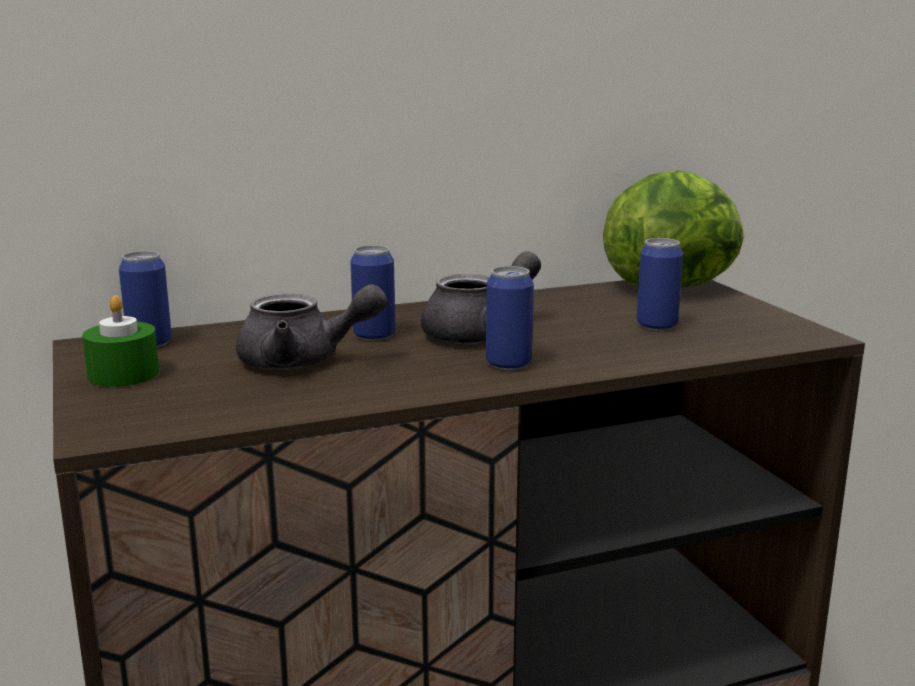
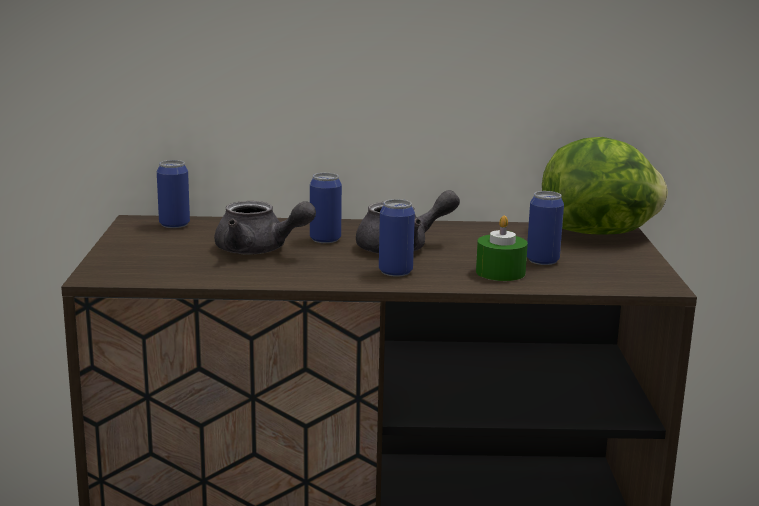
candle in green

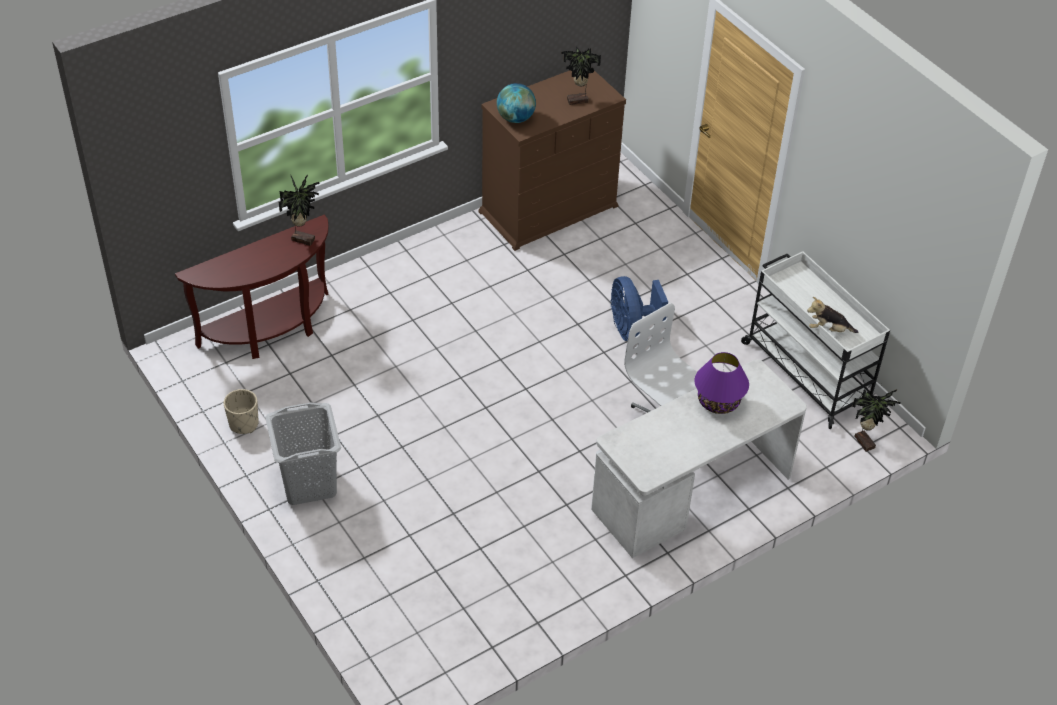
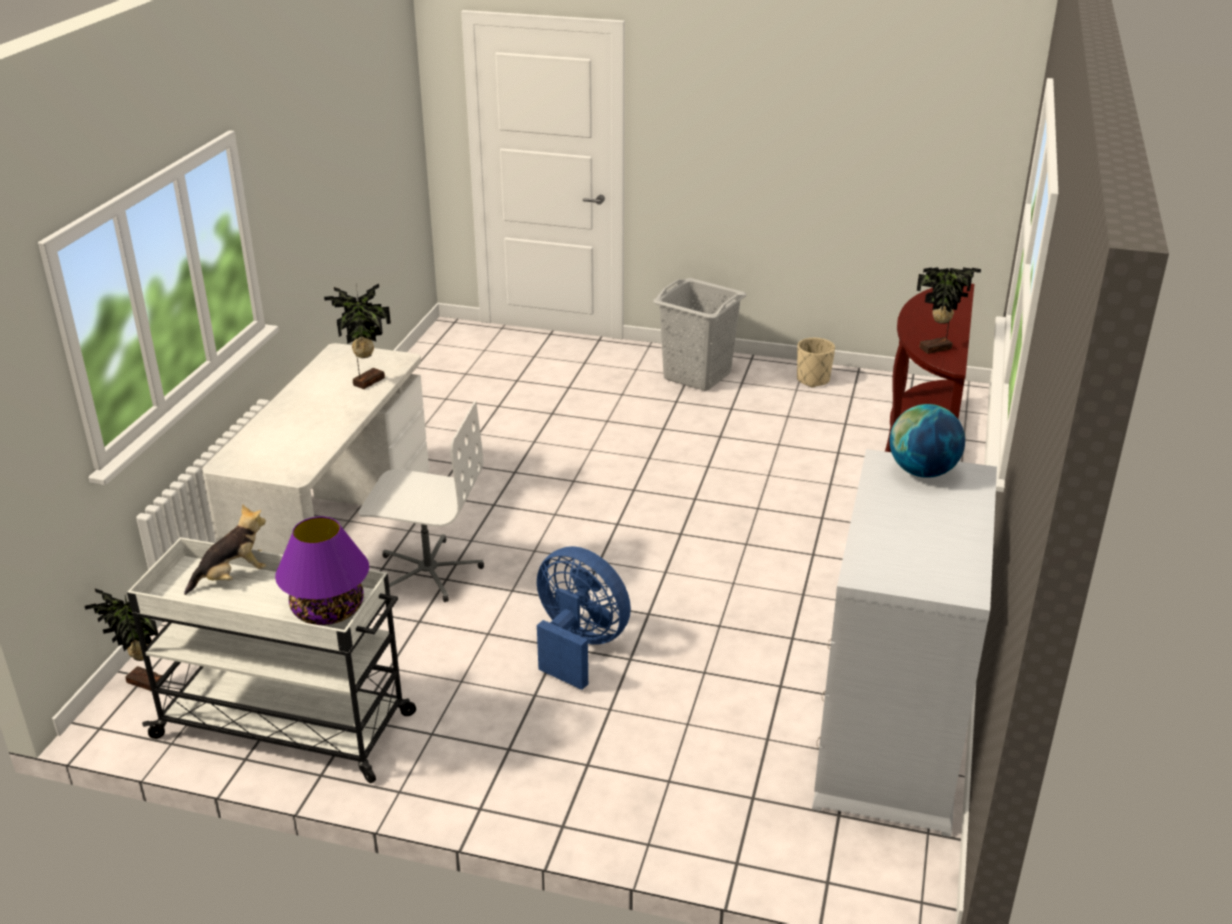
dresser in white; potted plant (2nd from left); table lamp in purple

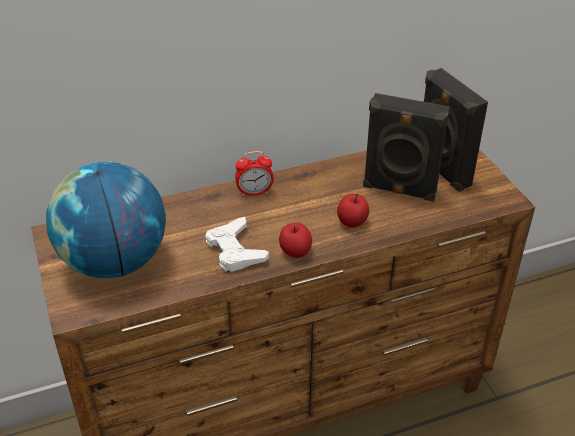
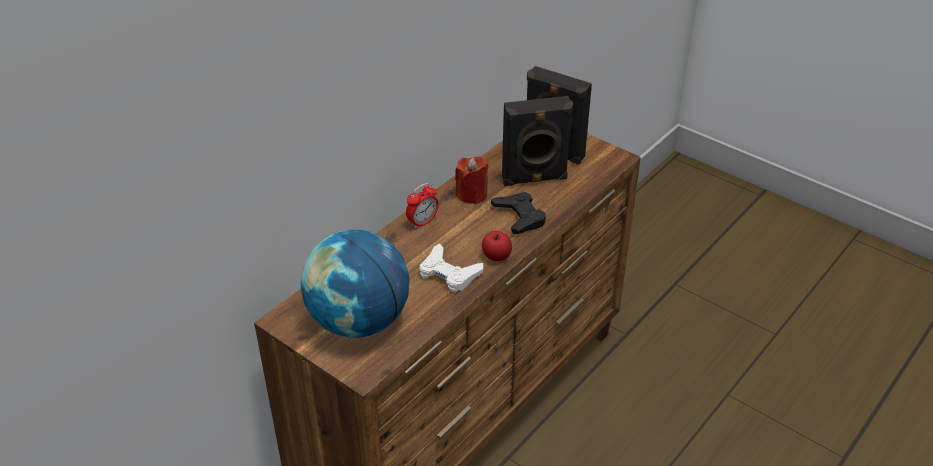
game controller in black; candle in red

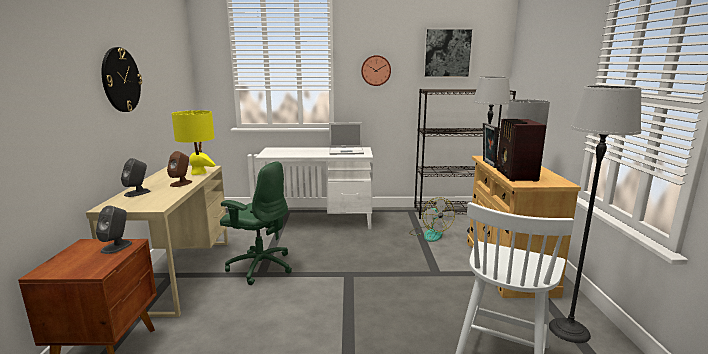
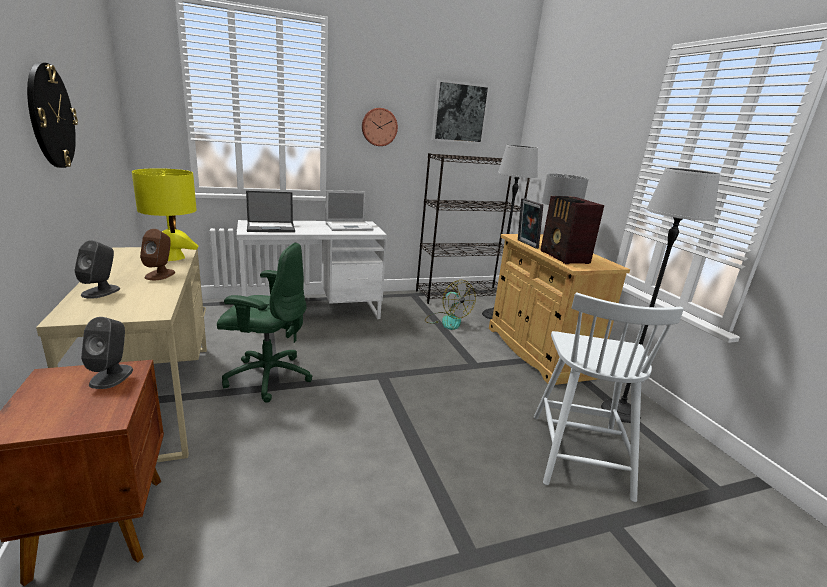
laptop (1st from left)

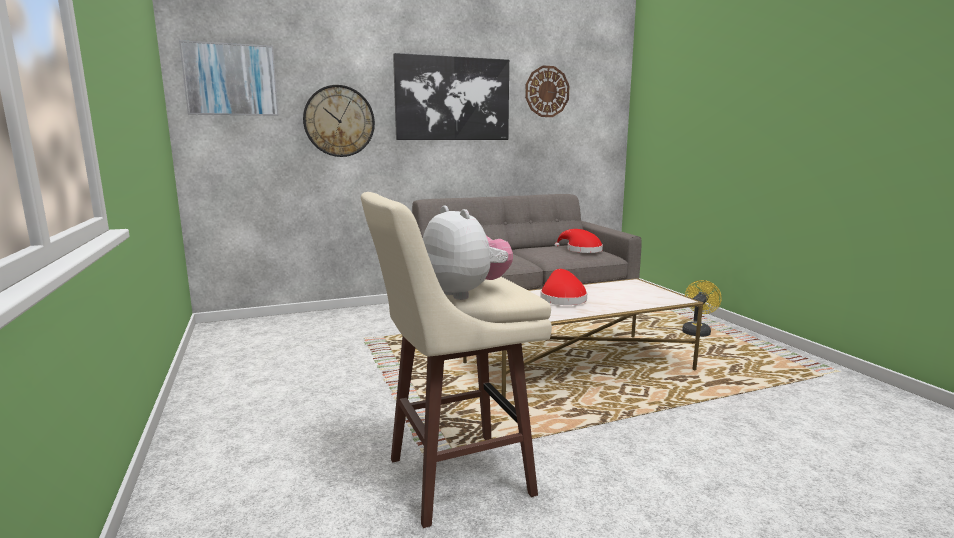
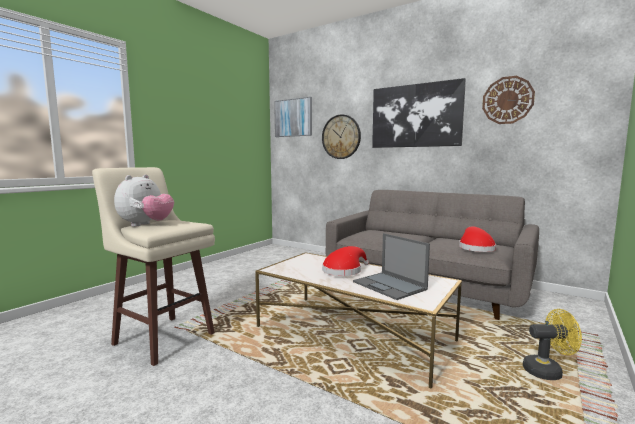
laptop

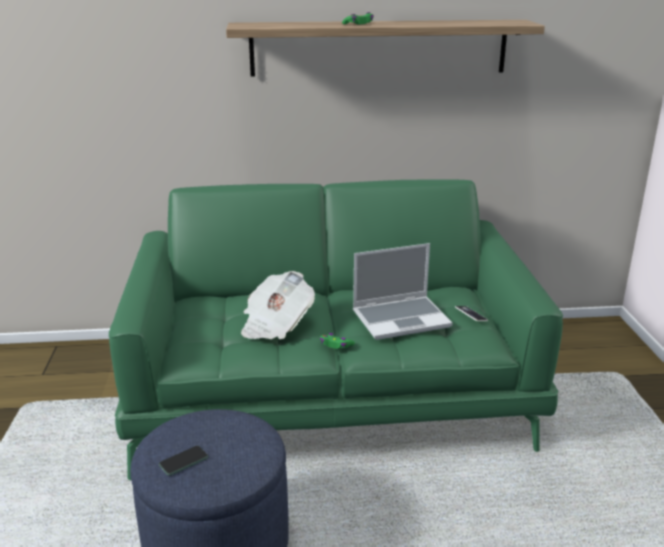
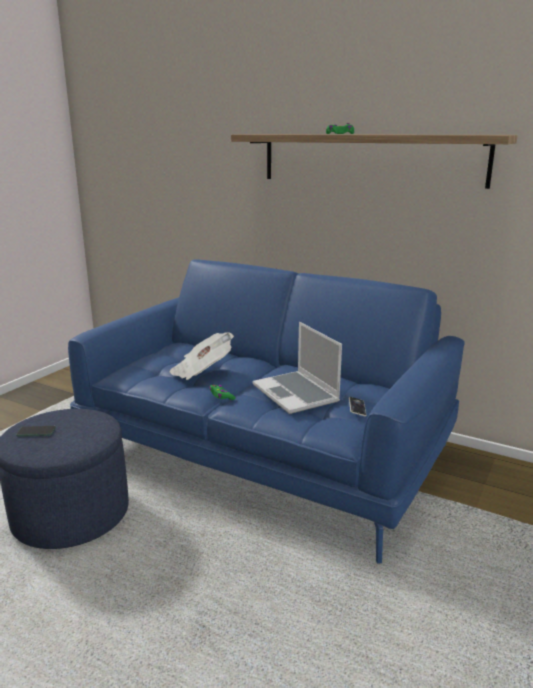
sofa in blue; laptop

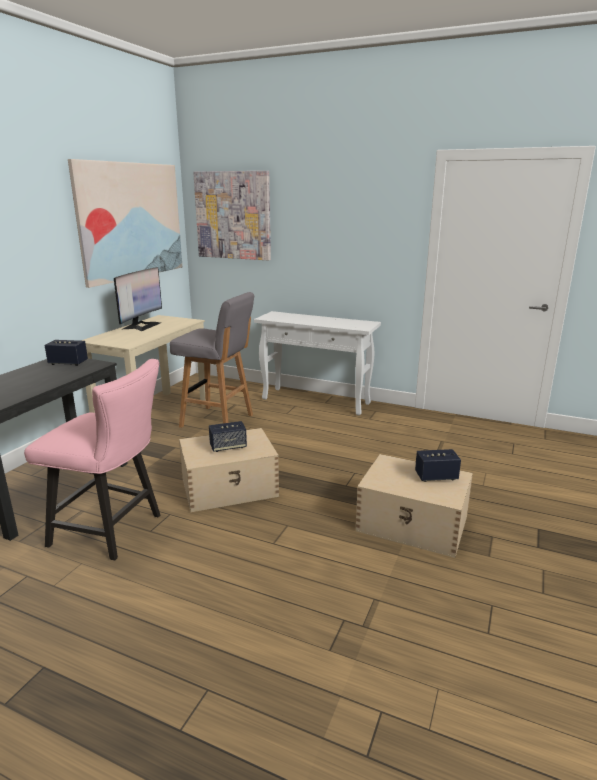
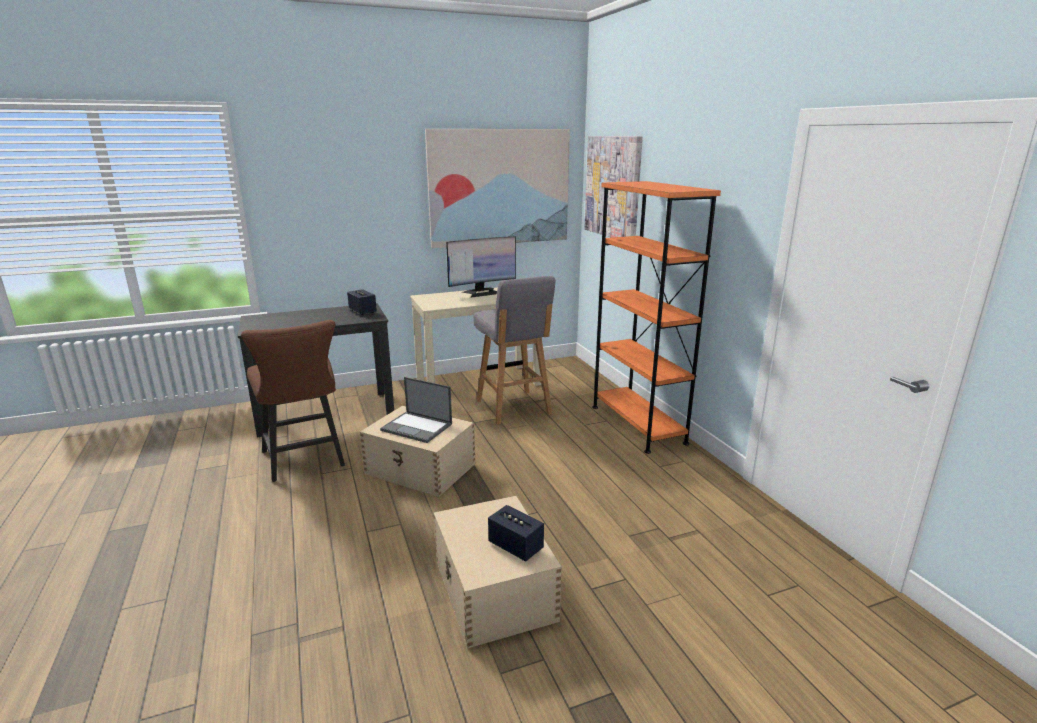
chair in brown; laptop; bookcase in orange

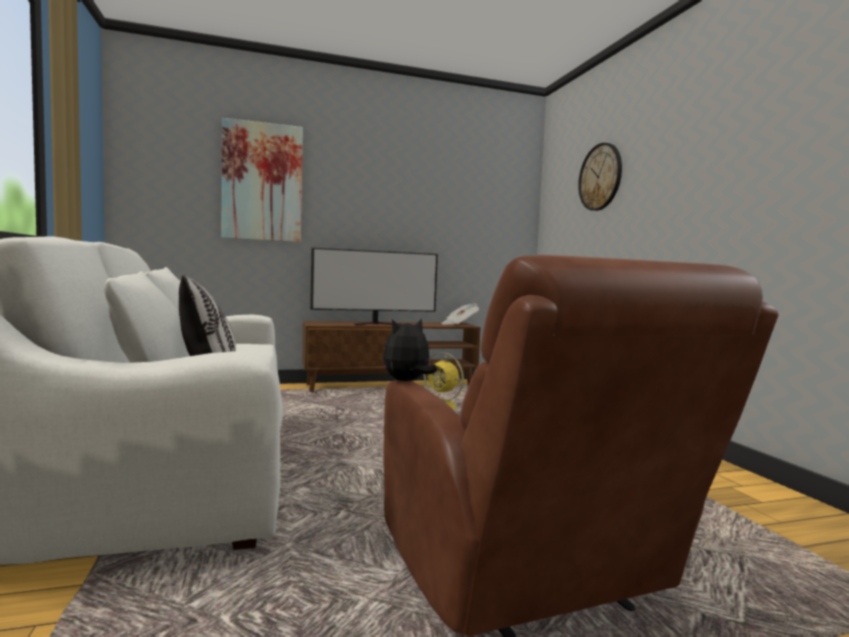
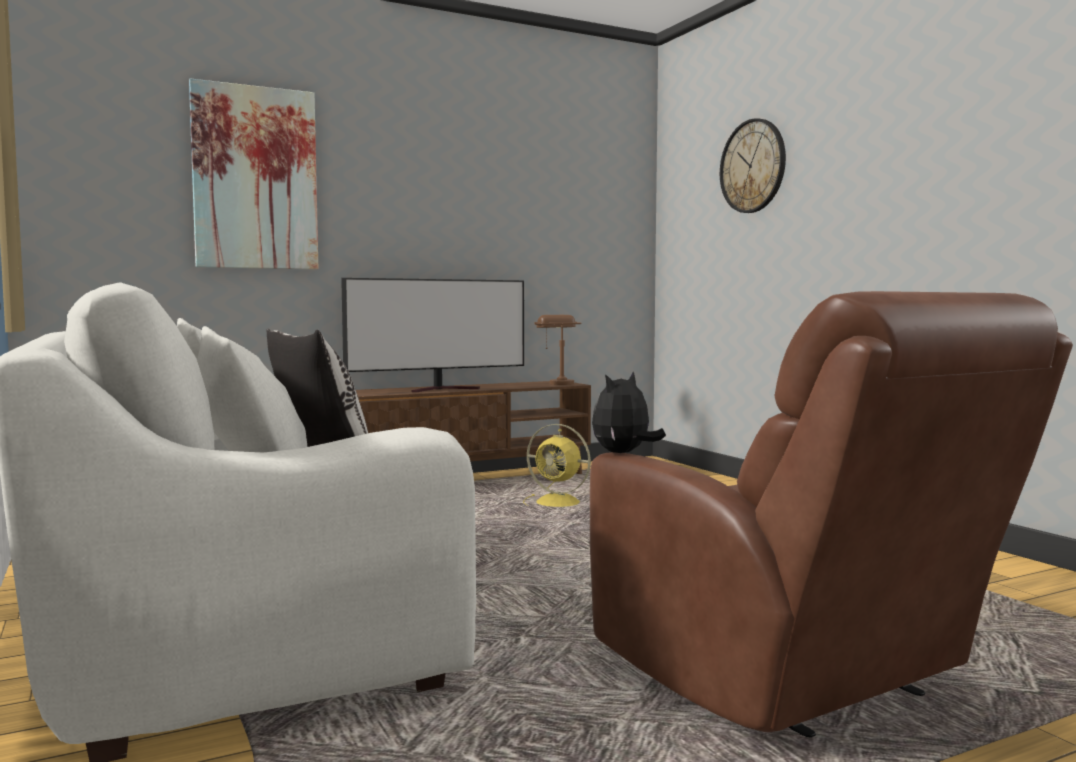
table lamp in brown

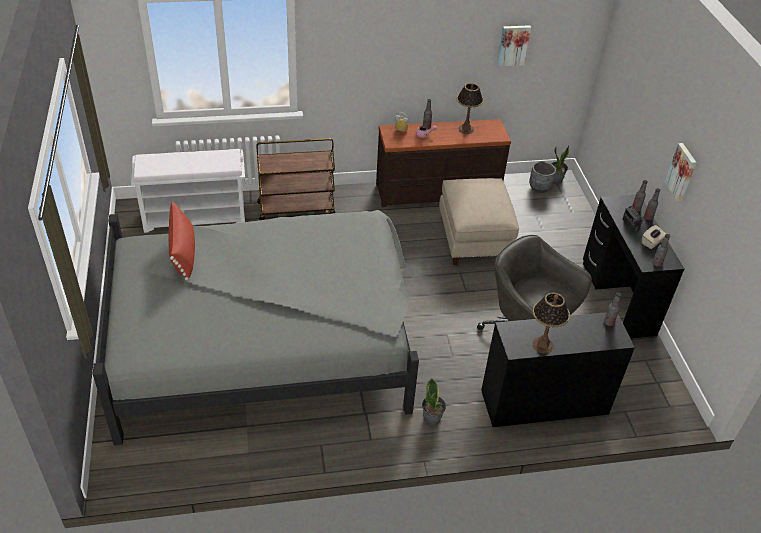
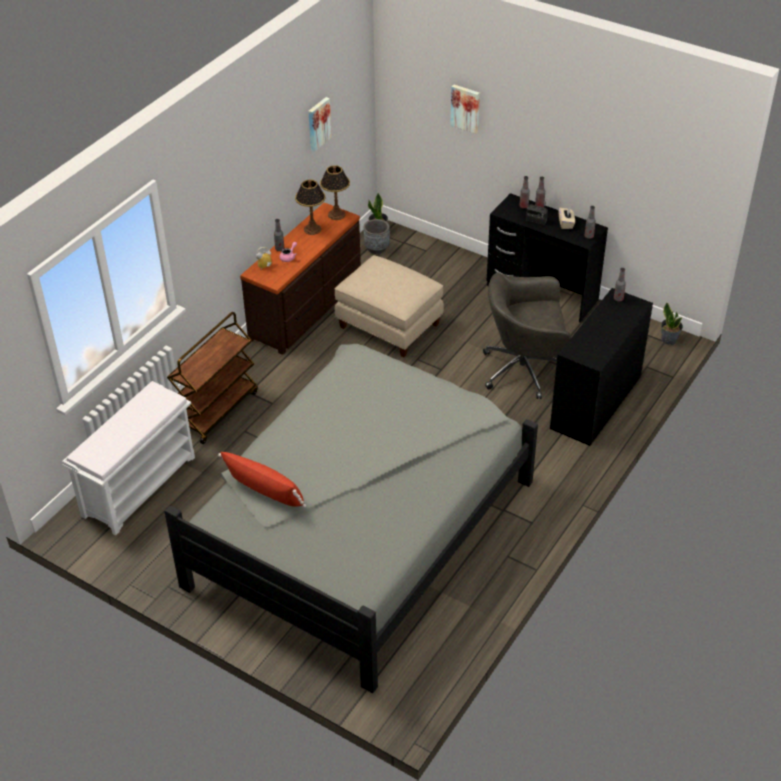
potted plant (2nd from left); table lamp (2nd from left); picture (2nd from left)

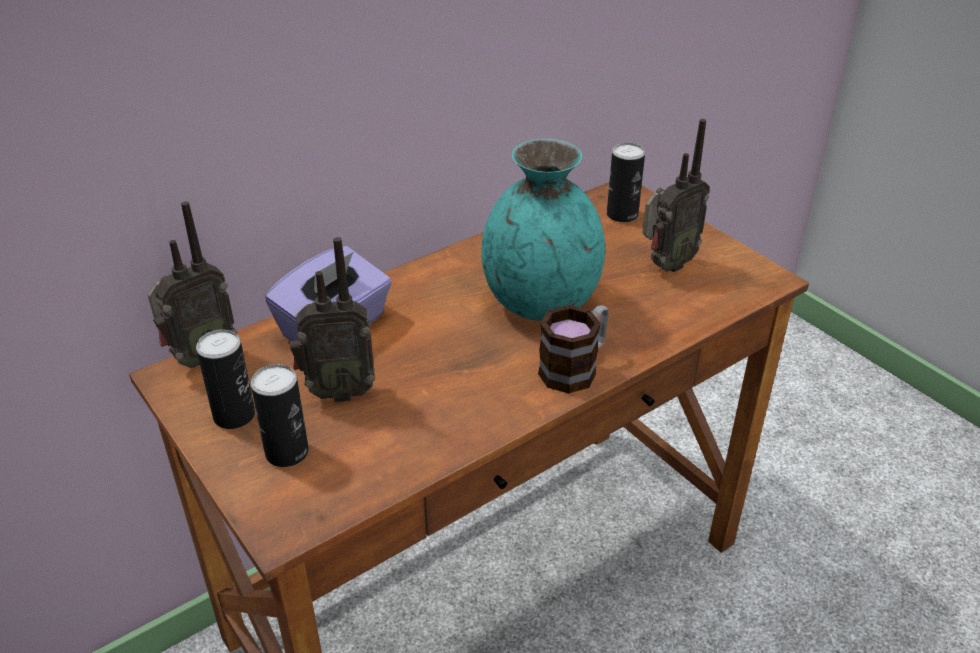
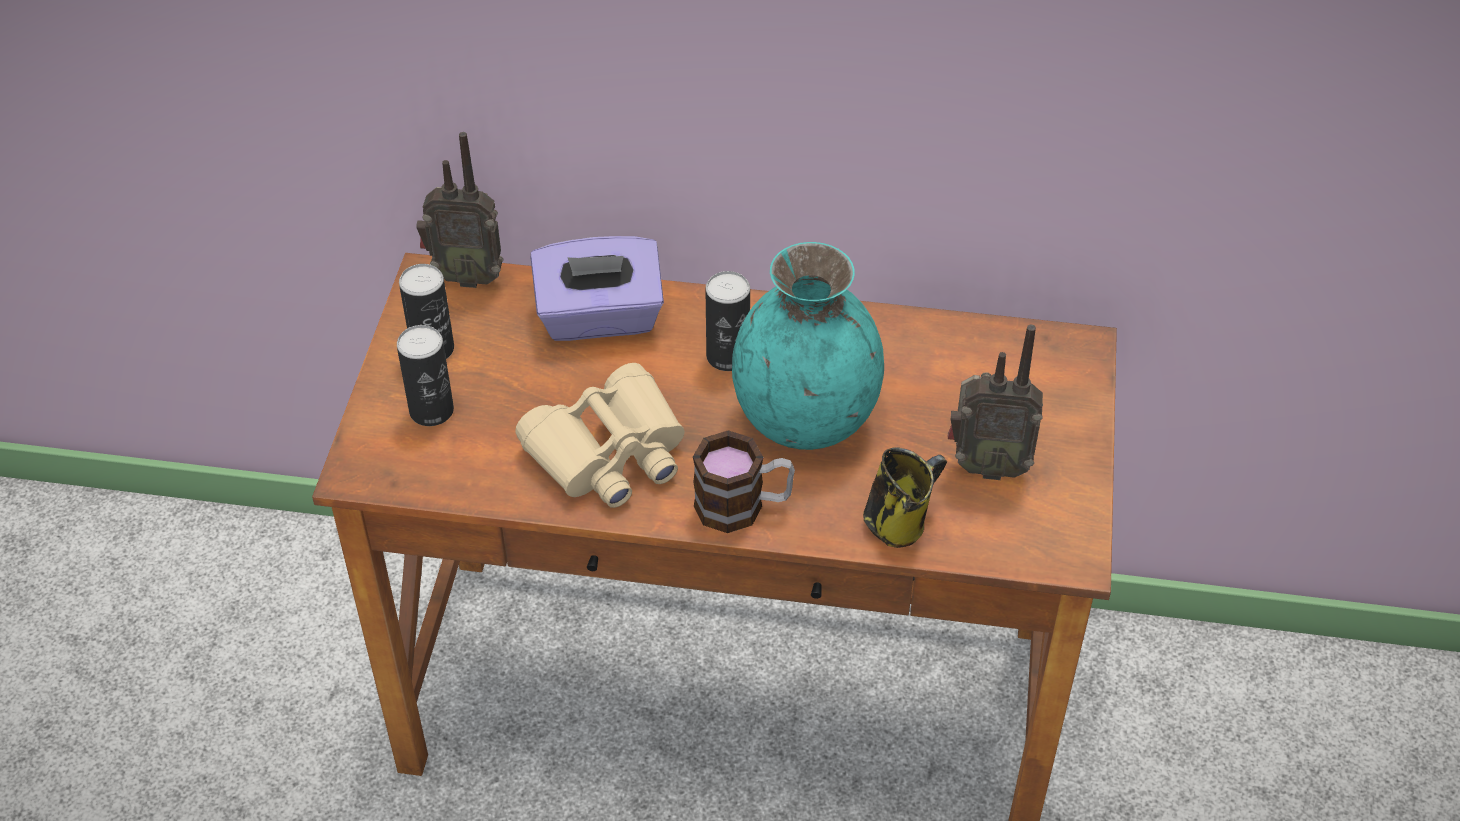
radio (2nd from left in the first image); can (3rd from left); binoculars in beige; mug (2nd from left)

